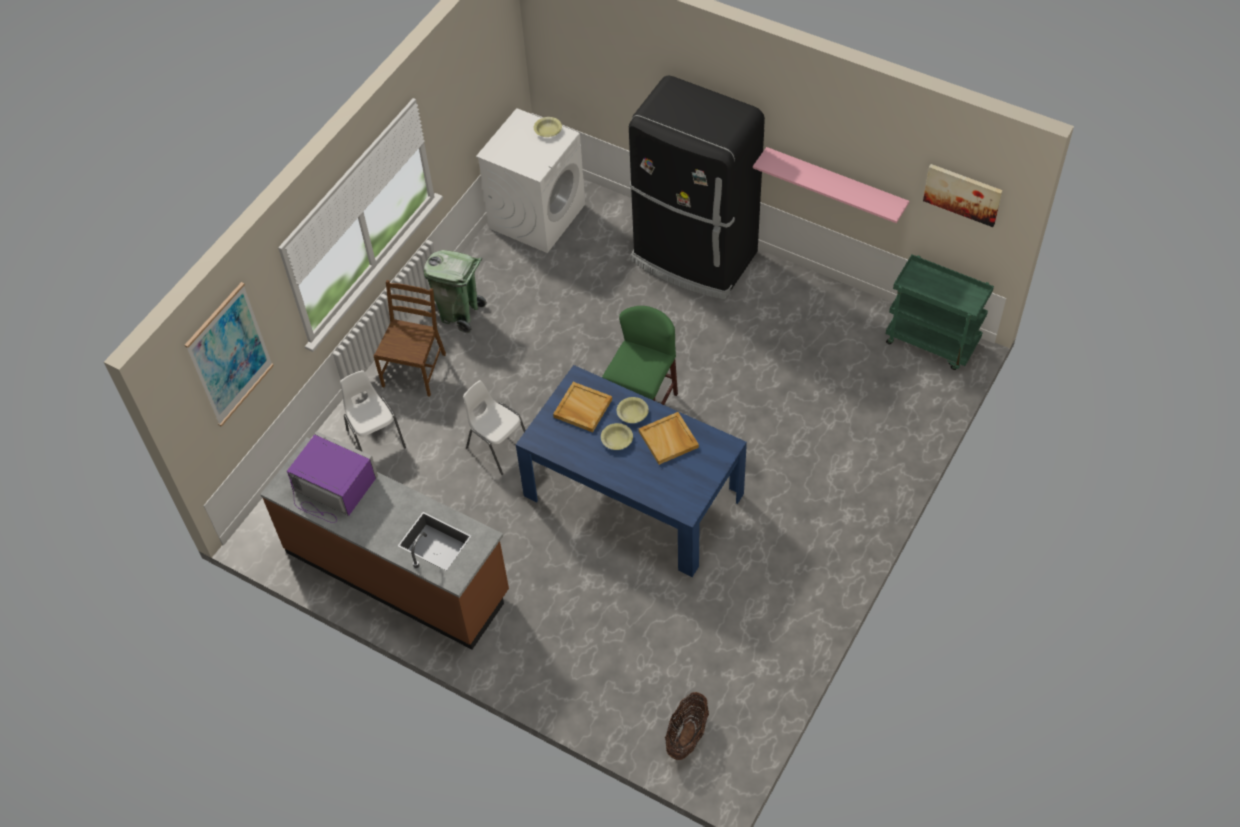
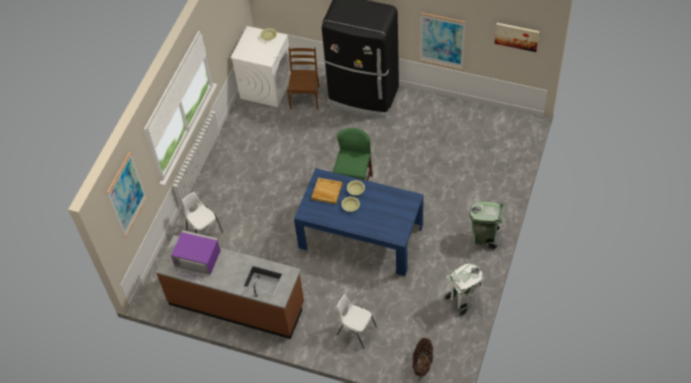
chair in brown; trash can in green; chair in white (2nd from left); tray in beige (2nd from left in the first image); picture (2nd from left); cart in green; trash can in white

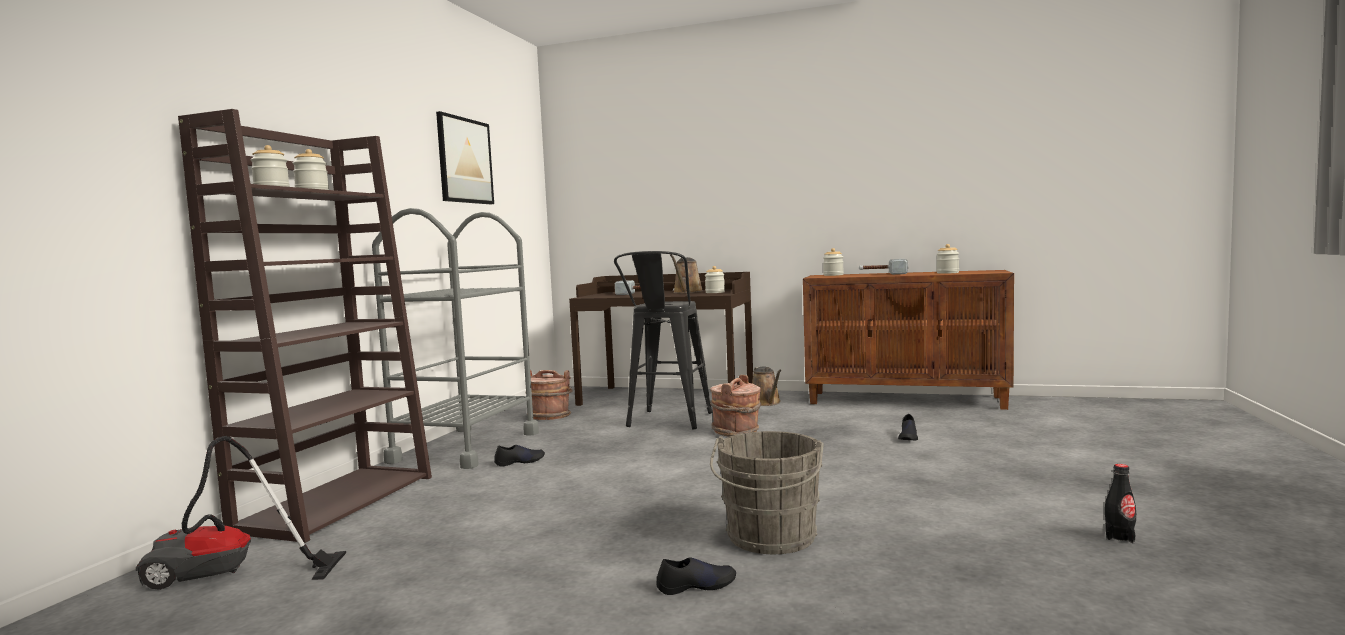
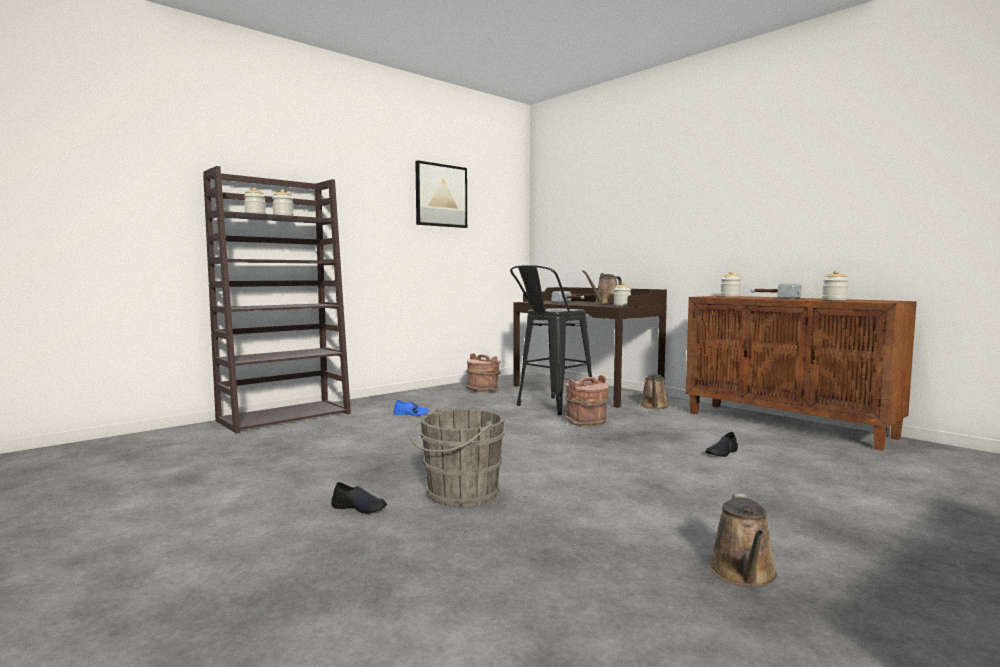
vacuum cleaner; cart in grey; shoe in blue; watering can in brown (3rd from left)

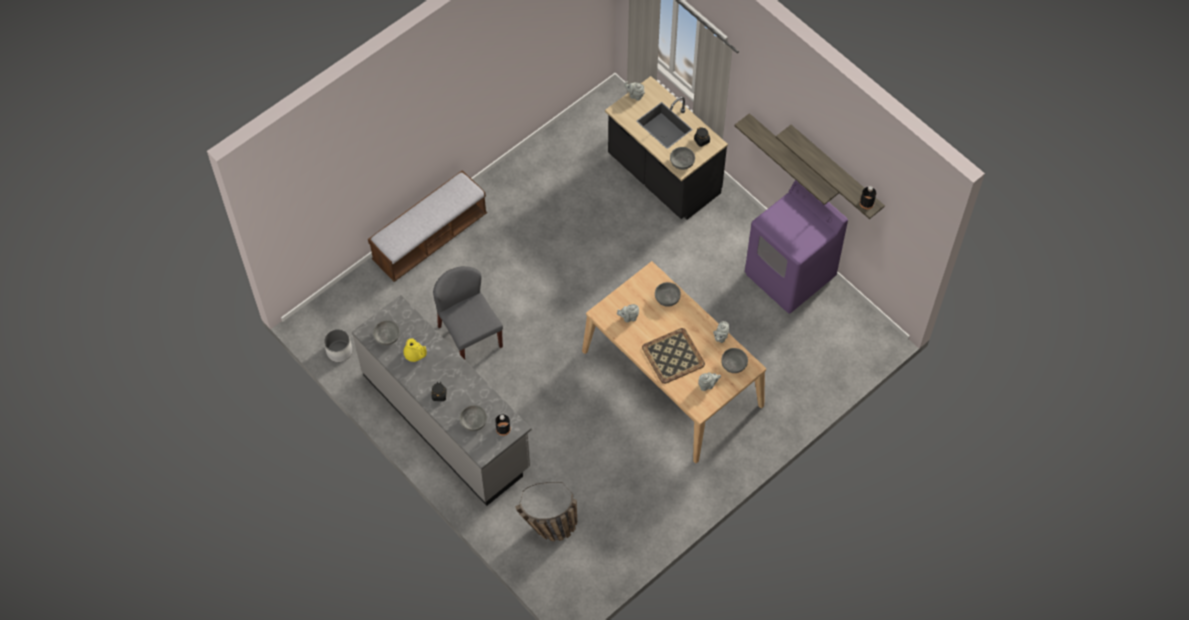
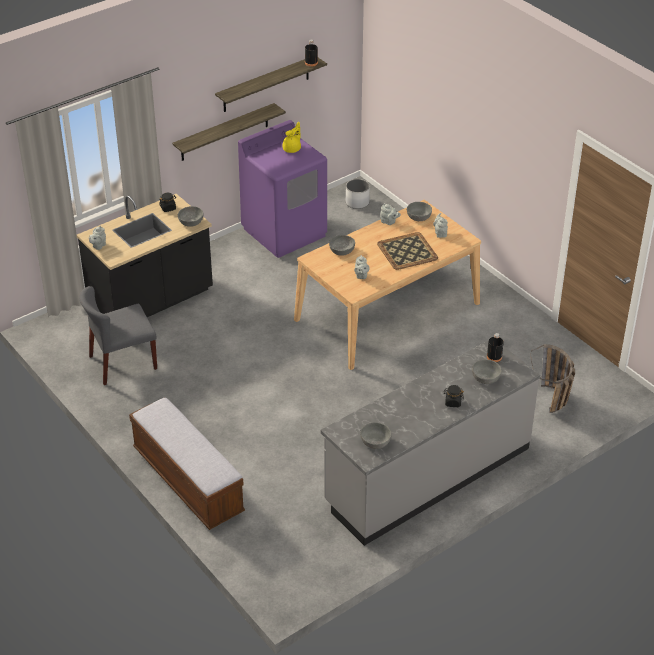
planter in white; teapot in yellow; chair in grey

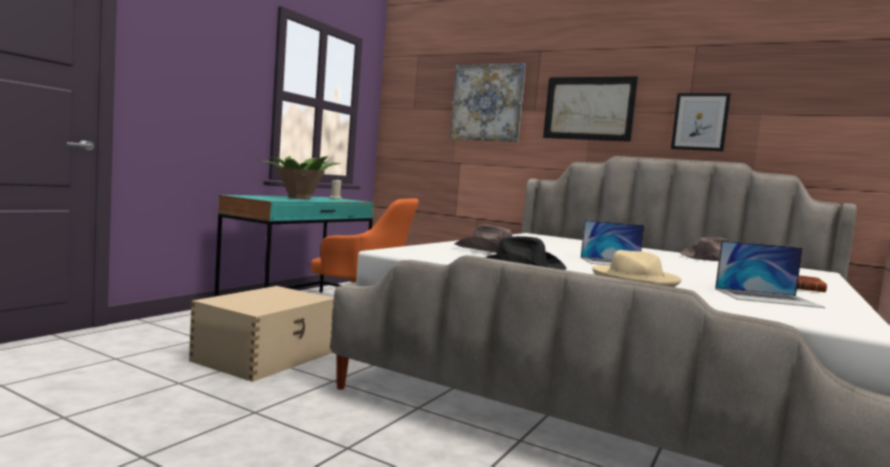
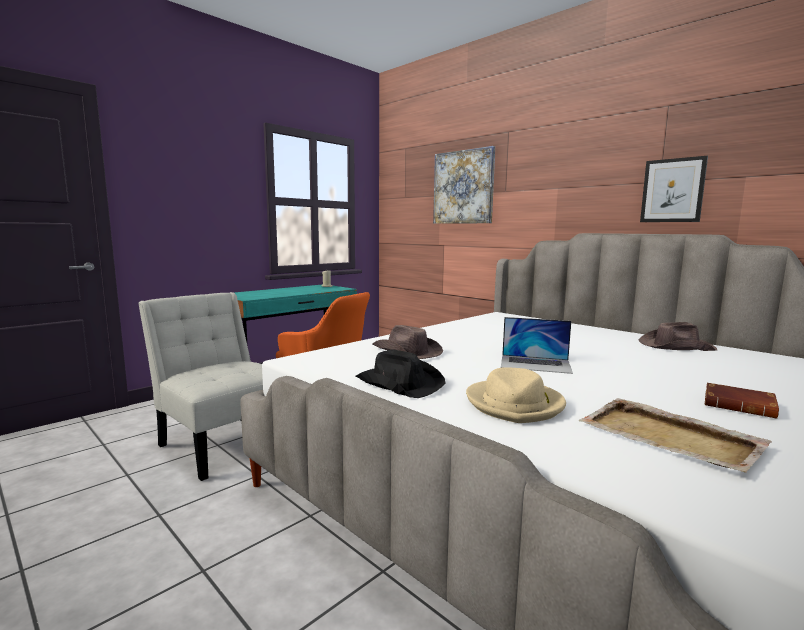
chair in white; potted plant; picture (2nd from left in the first image); tray in beige

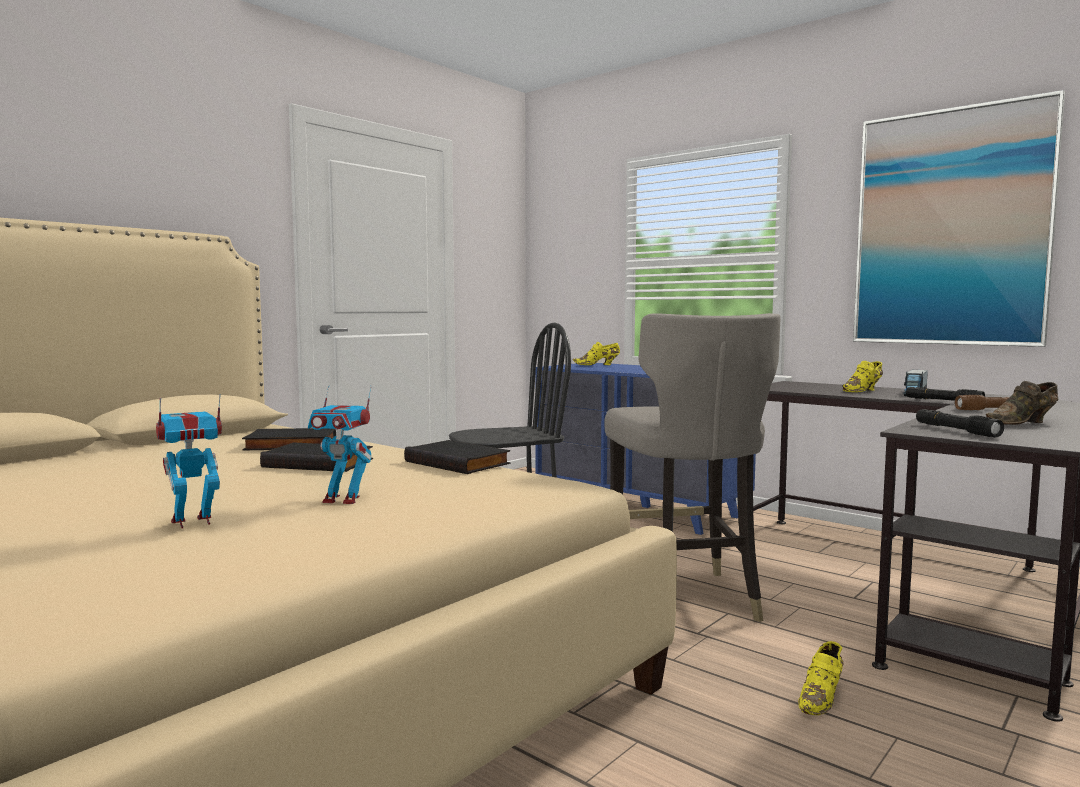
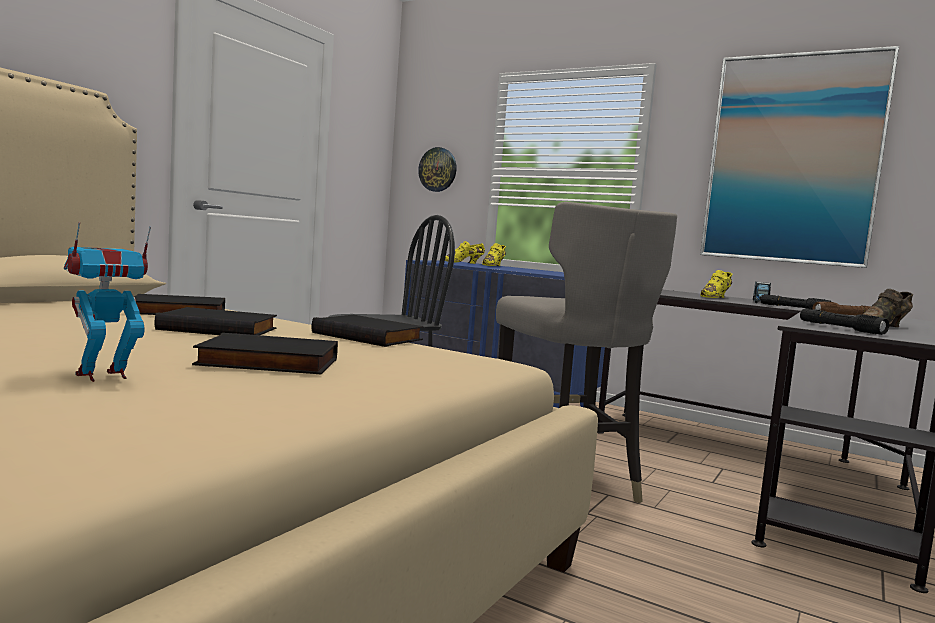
book in black (3rd from left); shoe in yellow (2nd from left); wall clock

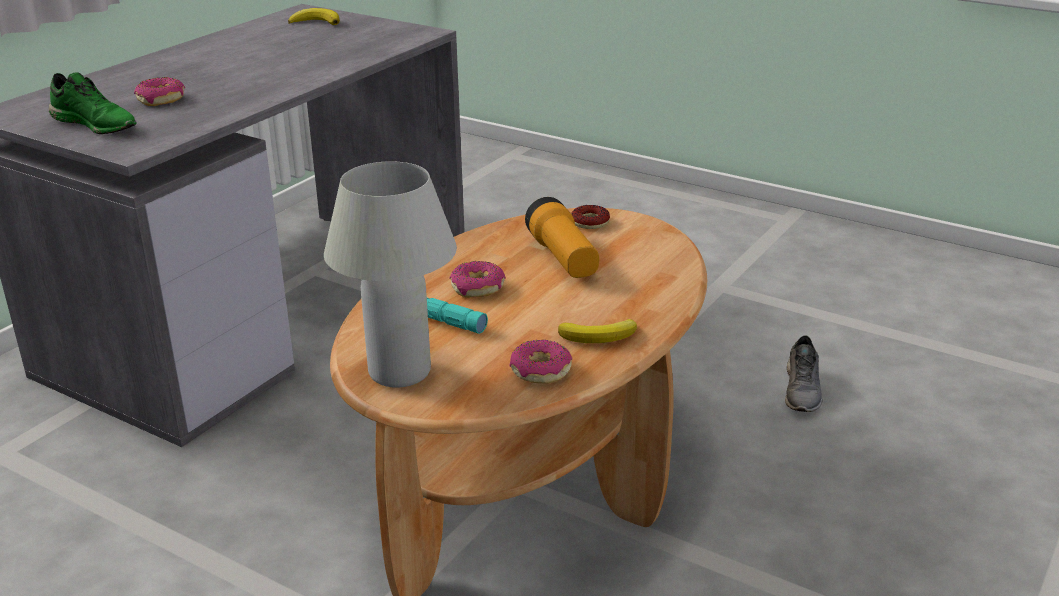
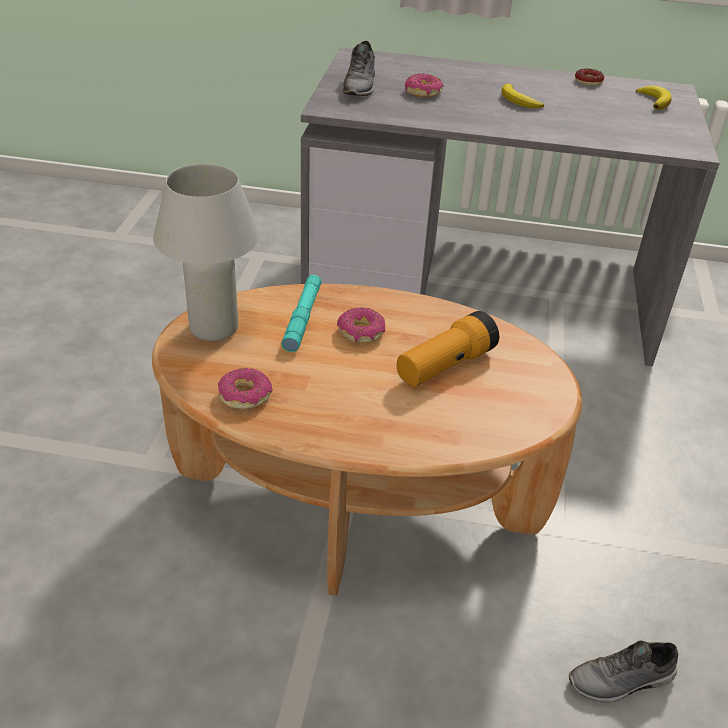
shoe in grey (1st from left); banana (1st from left); donut (4th from left)

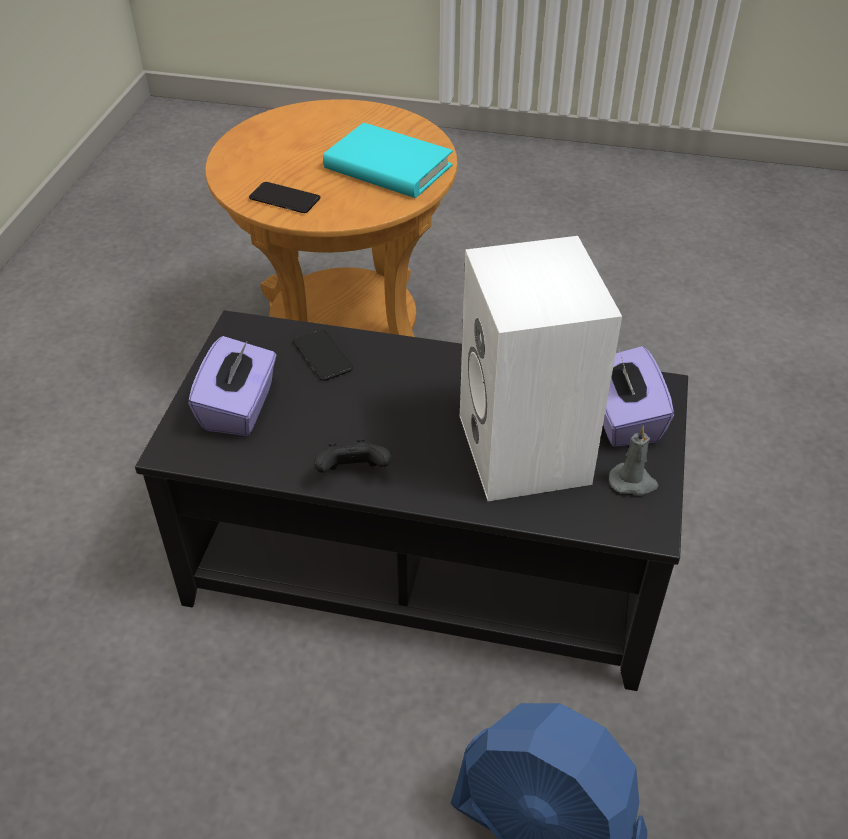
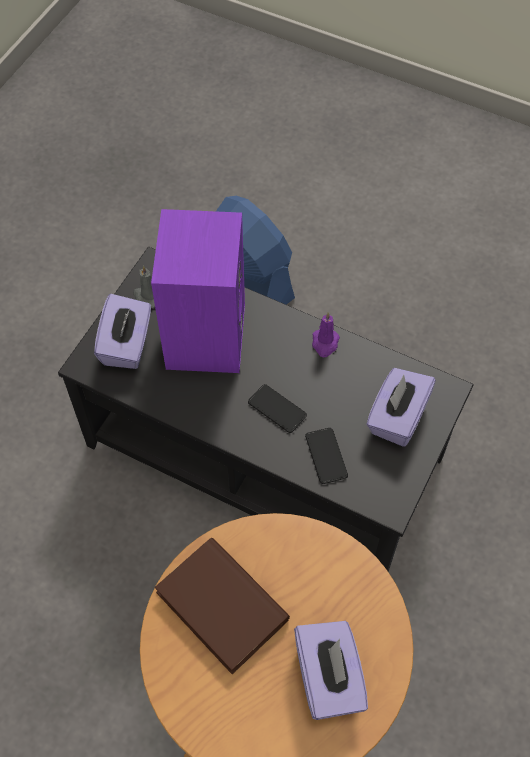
phone (1st from left); candle in purple; book in brown; speaker in purple; tissue box in purple (2nd from left)

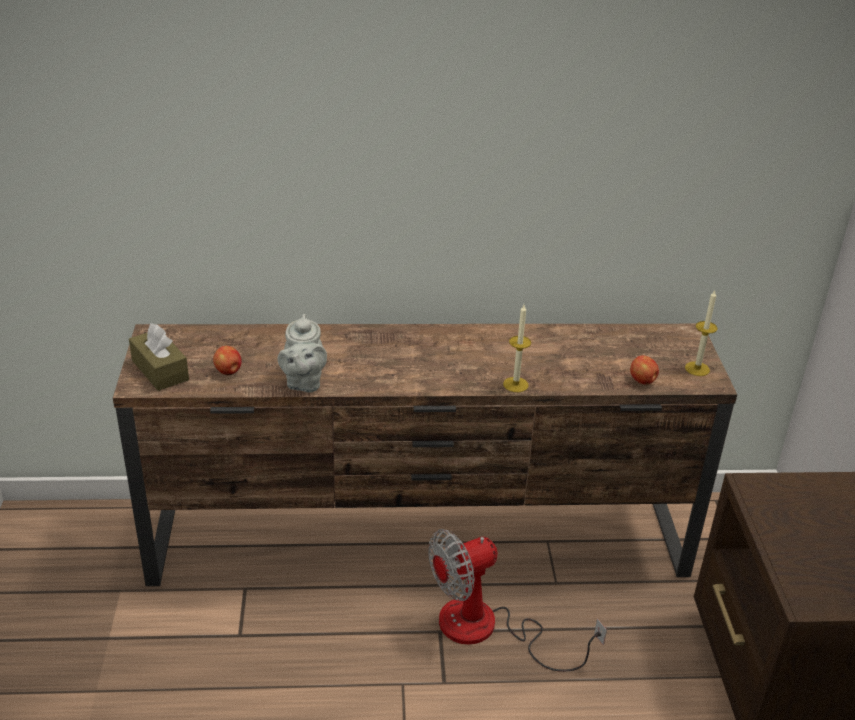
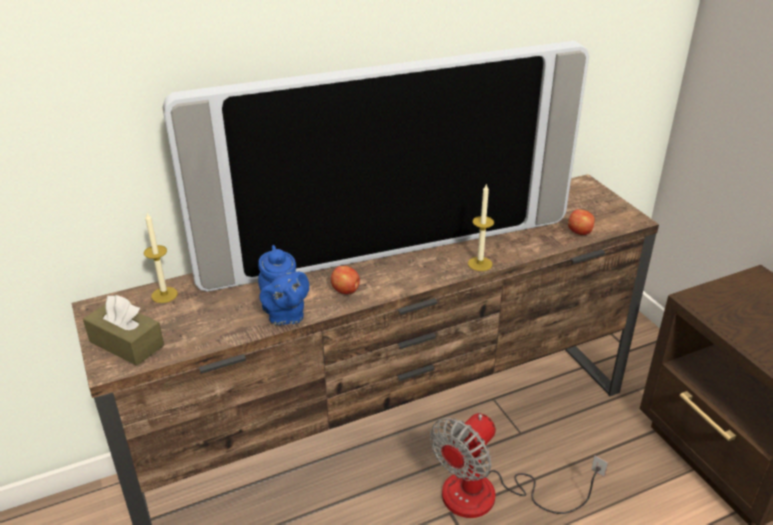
apple (1st from left); teapot in blue; candle (1st from left); television

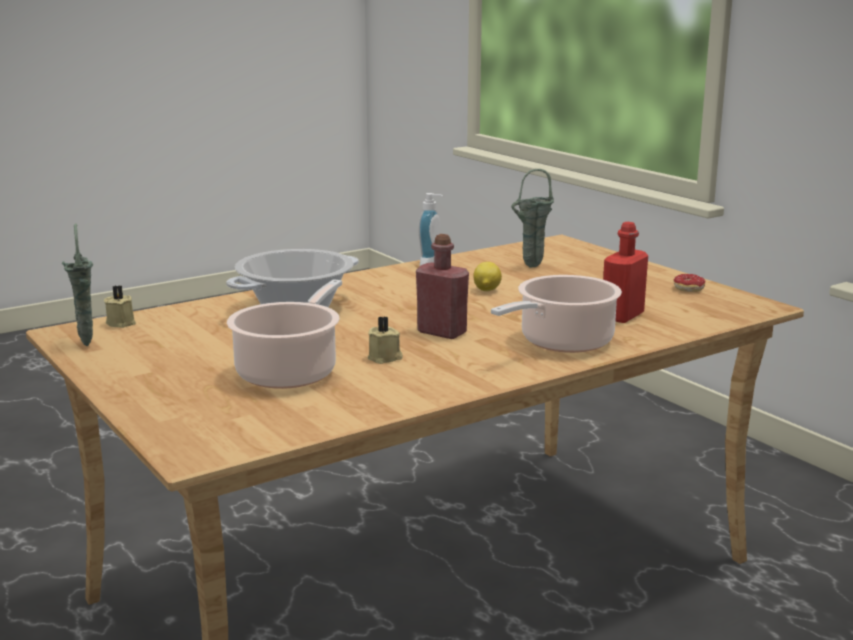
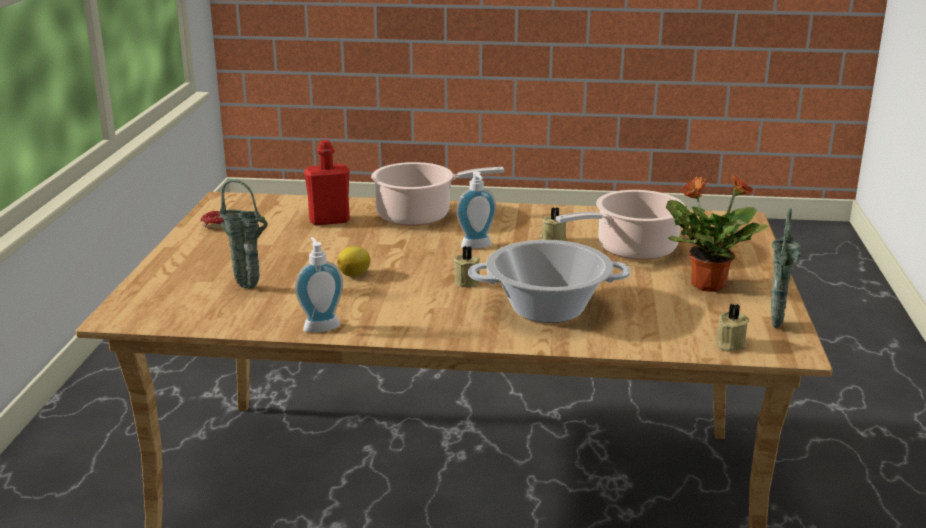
soap dispenser (2nd from left); candle in beige (1st from left); potted plant

